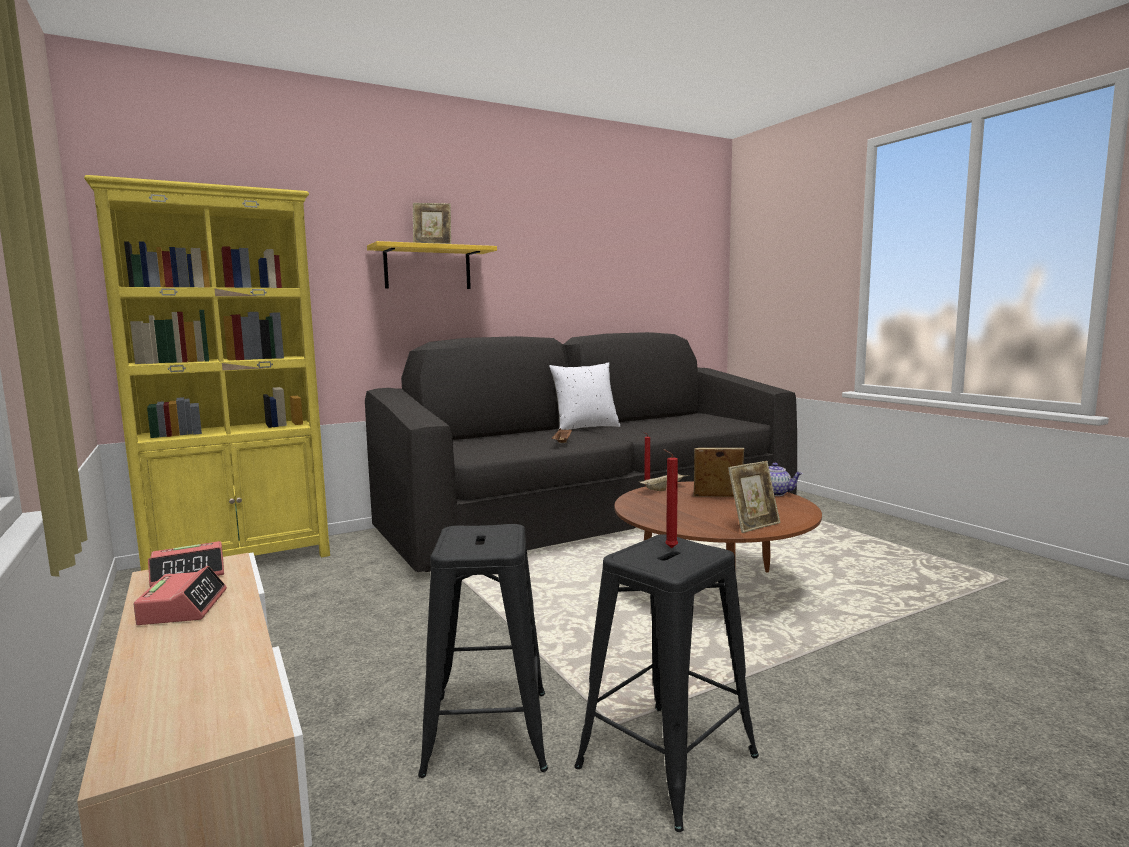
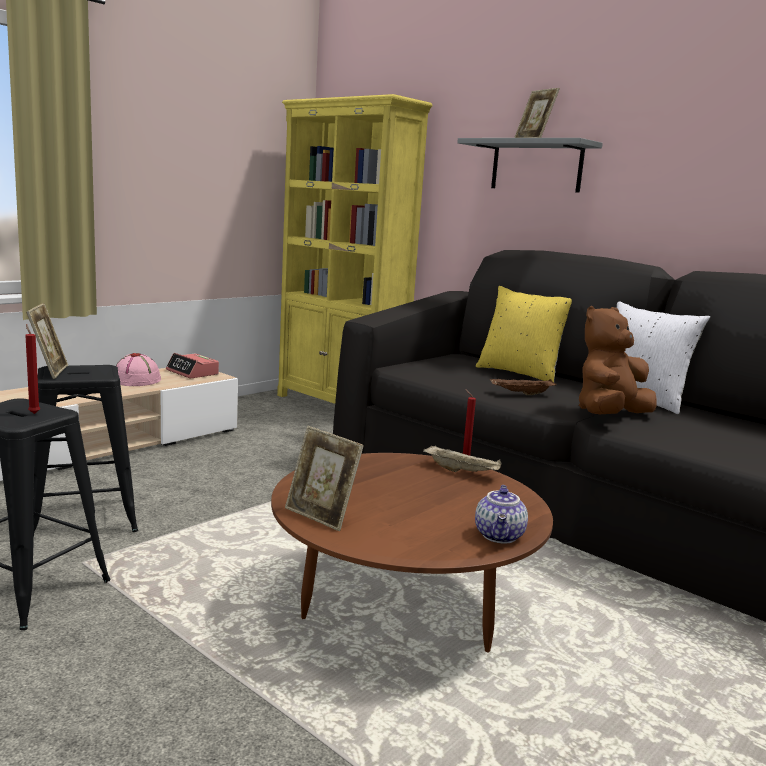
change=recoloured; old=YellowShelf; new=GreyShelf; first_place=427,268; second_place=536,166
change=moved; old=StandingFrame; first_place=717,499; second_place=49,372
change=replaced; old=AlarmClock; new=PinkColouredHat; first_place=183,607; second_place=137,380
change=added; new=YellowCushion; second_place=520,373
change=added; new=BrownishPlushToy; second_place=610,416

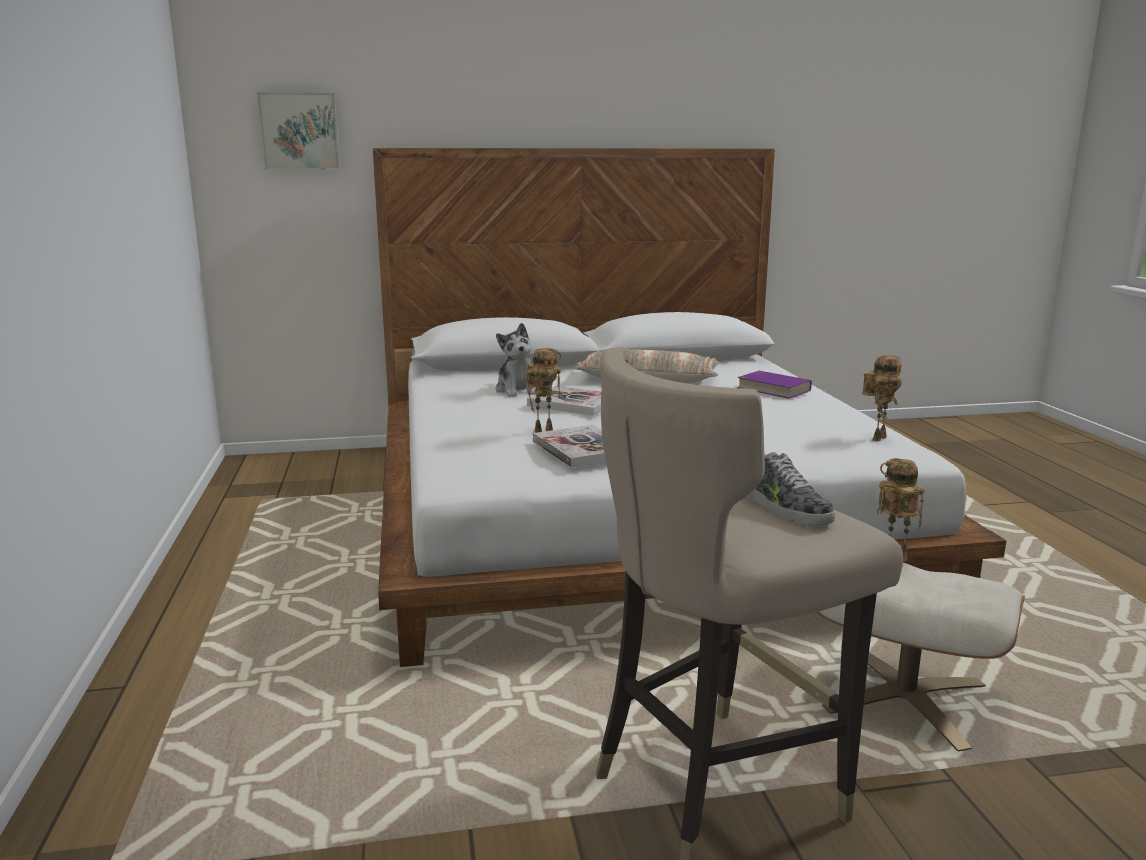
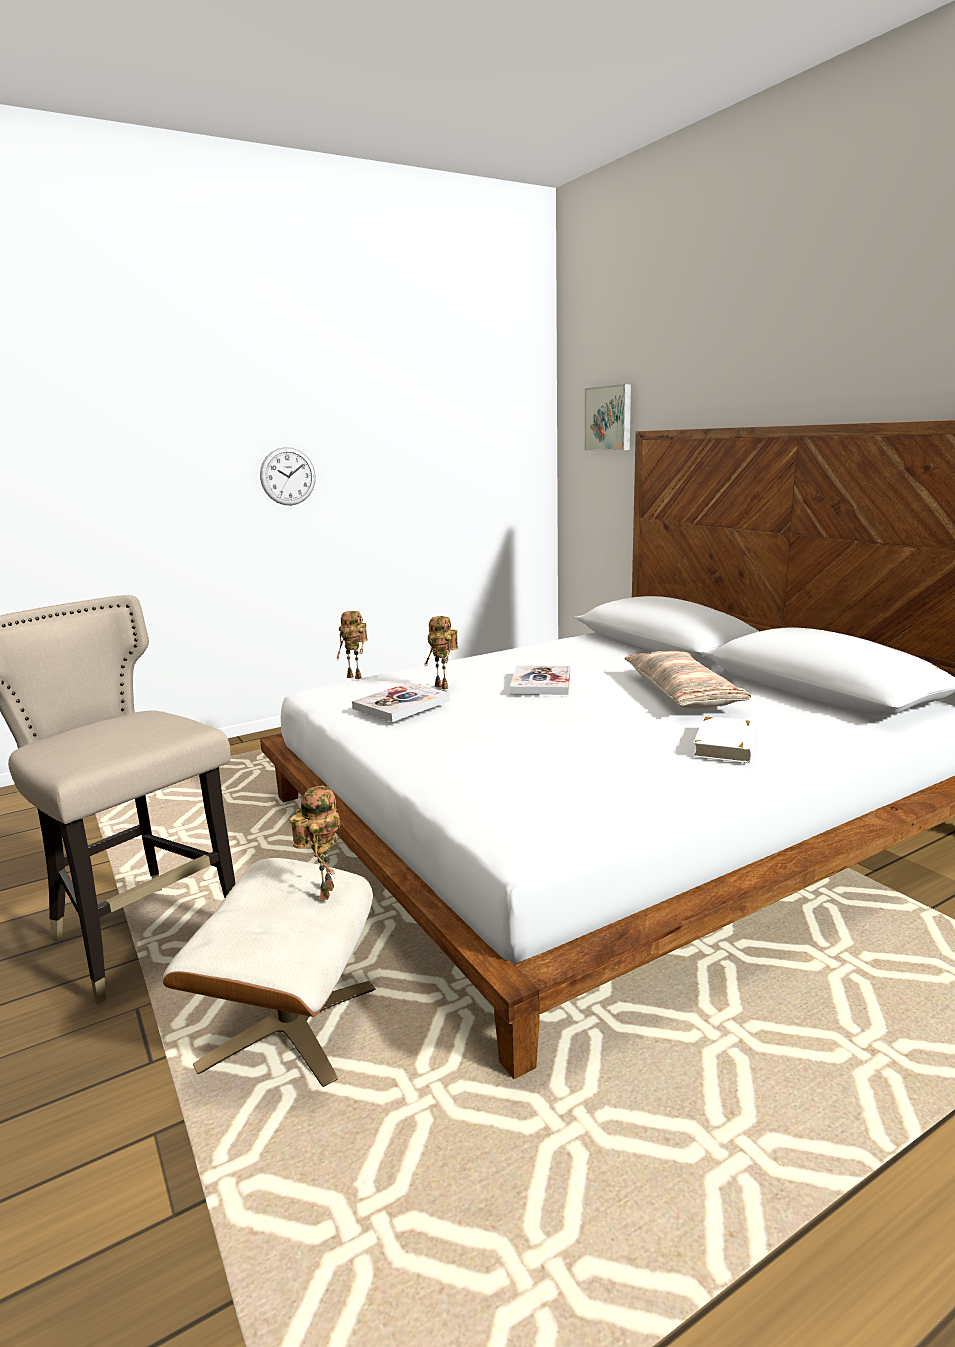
change=removed; old=PlushToy; first_place=517,390
change=moved; old=RobotFigure; first_place=878,438; second_place=356,677
change=recoloured; old=PurpleColouredVolume; new=WhiteVolume; first_place=773,389; second_place=726,745
change=removed; old=ItemOfFootwear; first_place=780,507
change=added; new=WallClock; second_place=288,476

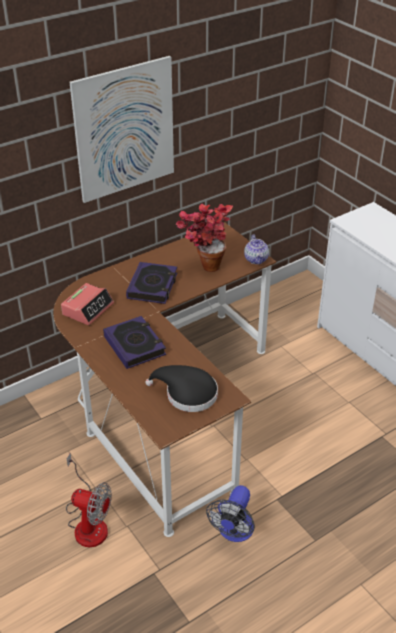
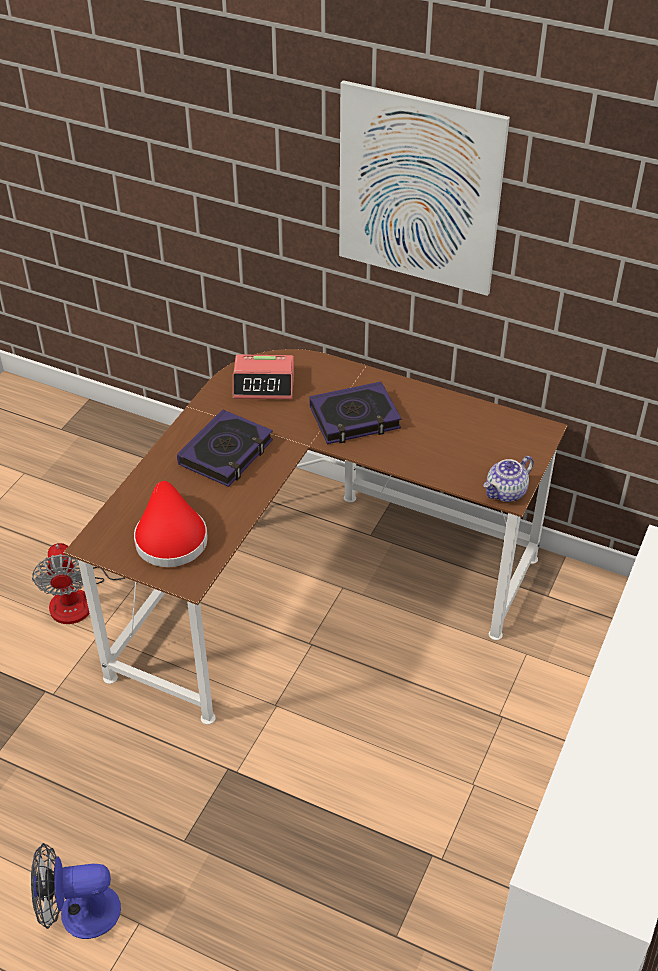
change=removed; old=PottedPlant; first_place=204,265
change=recoloured; old=BlackishHat; new=RedColouredHat; first_place=187,394; second_place=170,536
change=moved; old=CoolingFan; first_place=234,532; second_place=79,913

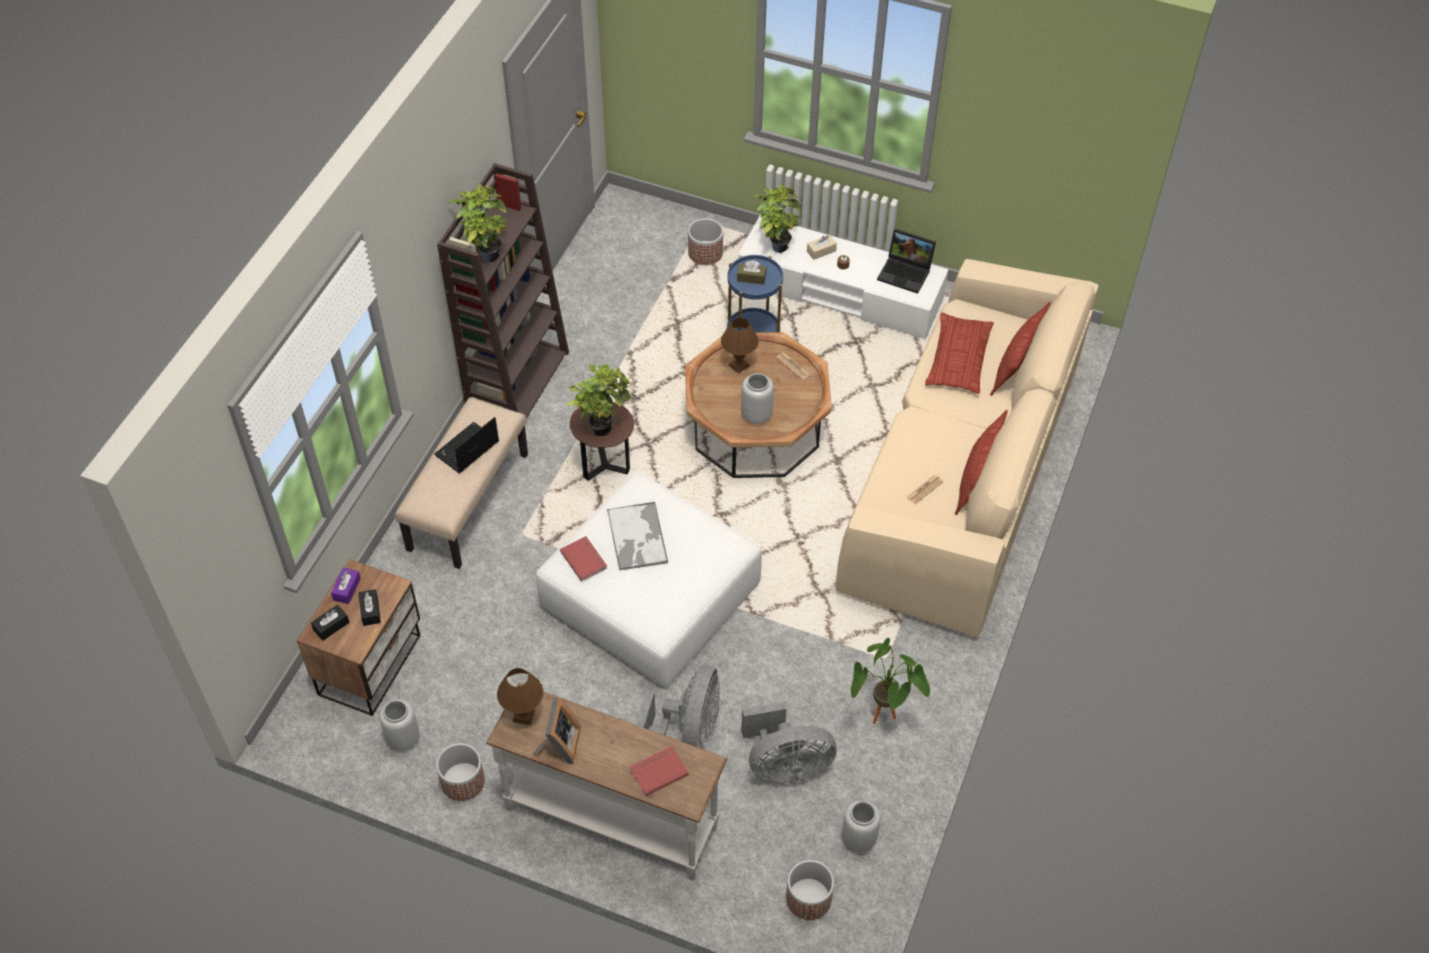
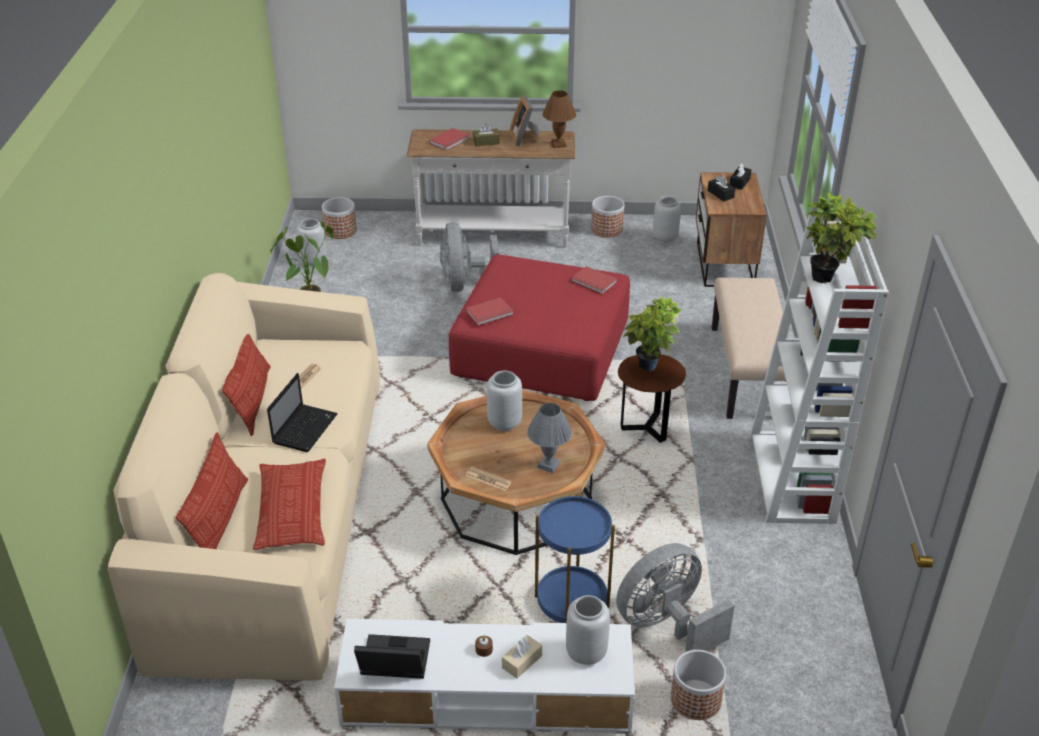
change=recoloured; old=BrownishShelvingUnit; new=WhiteShelvingUnit; first_place=518,382; second_place=792,479
change=replaced; old=PottedPlant; new=GreyVase; first_place=776,245; second_place=587,653
change=moved; old=BrownishBoxOfTissues; first_place=751,277; second_place=486,142
change=recoloured; old=BrownishTabletopLamp; new=GreyTabletopLamp; first_place=738,365; second_place=549,465
change=moved; old=Laptop; first_place=466,450; second_place=305,428
change=recoloured; old=WhitePouffe; new=RedColouredPouffe; first_place=649,595; second_place=542,349
change=removed; old=ServingTray; first_place=637,537
change=removed; old=PurpleColouredBoxOfTissues; first_place=347,589
change=moved; old=GreyCoolingFan; first_place=785,765; second_place=666,624
change=added; new=RedColouredVolume; second_place=490,313

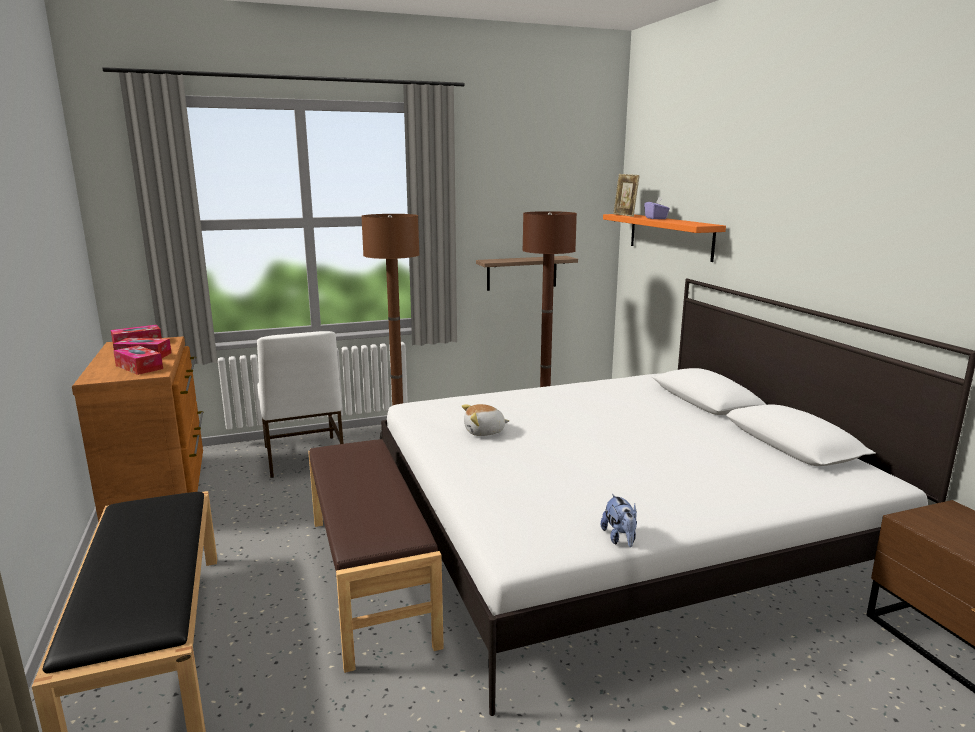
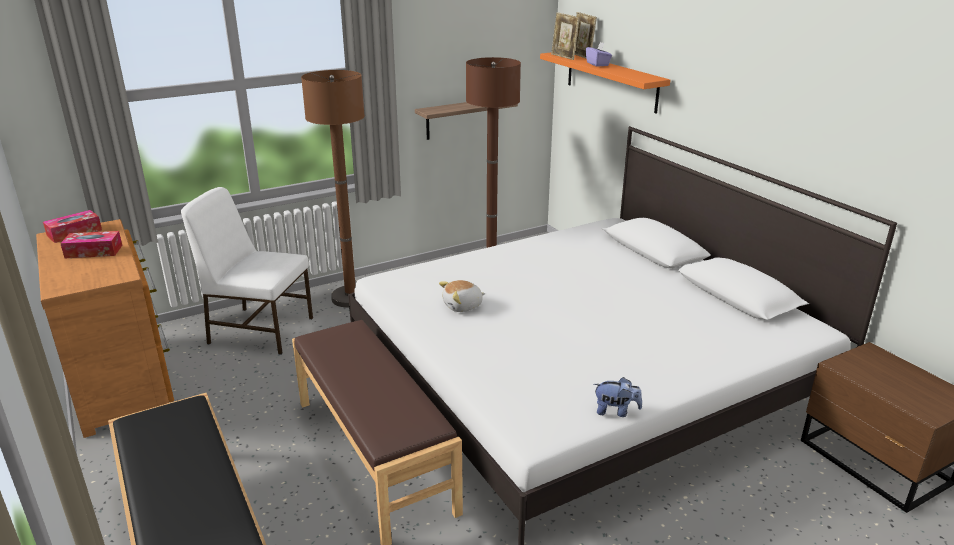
change=turned; old=WhitePlainChair; first_place=303,457; second_place=260,330; degrees=135
change=removed; old=BoxOfTissues; first_place=139,367
change=turned; old=PlushToy; first_place=620,538; second_place=616,411; degrees=-60
change=added; new=StandingFrame; second_place=582,56

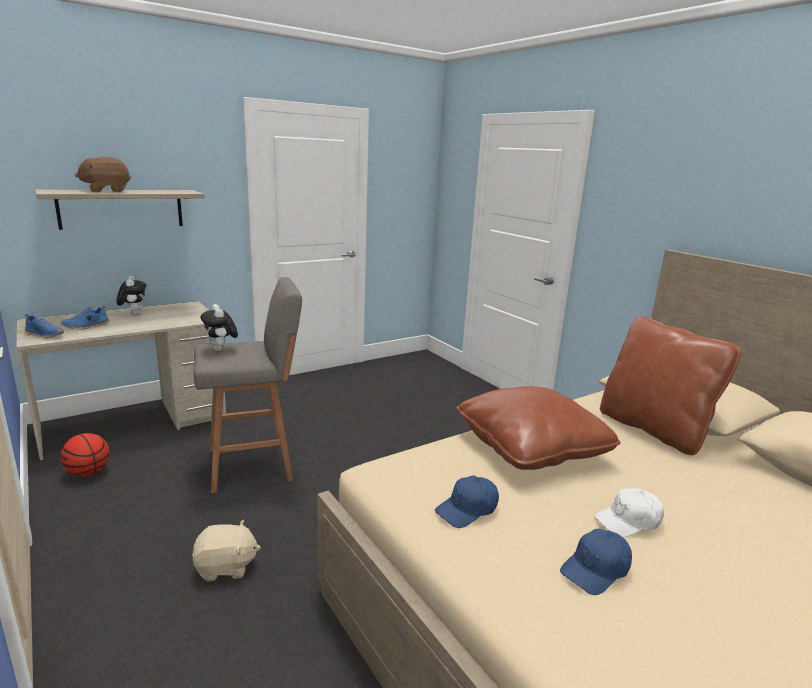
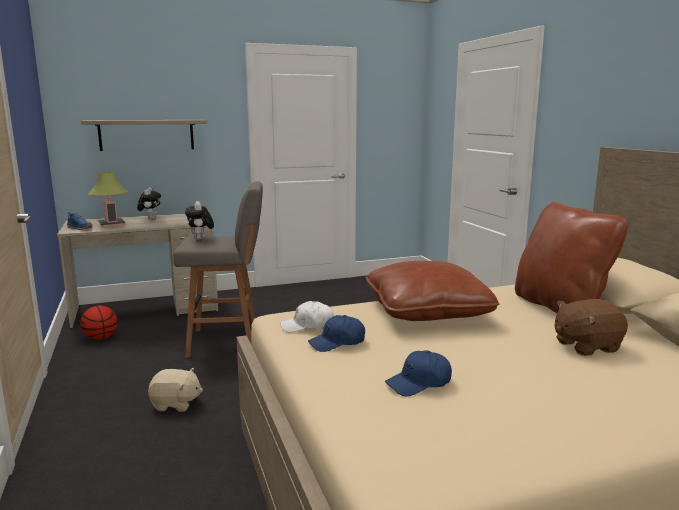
change=moved; old=BrownishPlushToy; first_place=107,191; second_place=586,346
change=replaced; old=BlueItemOfFootwear; new=TabletopLamp; first_place=86,326; second_place=111,224
change=moved; old=WhiteCap; first_place=629,521; second_place=308,326

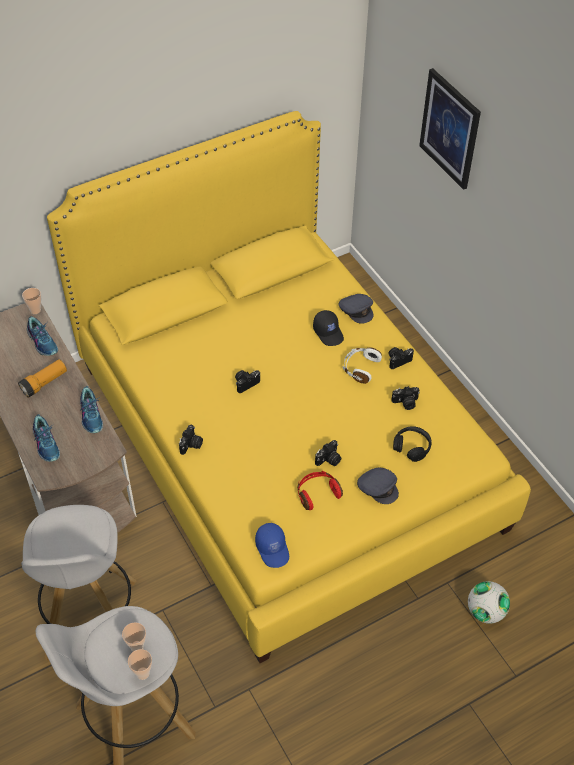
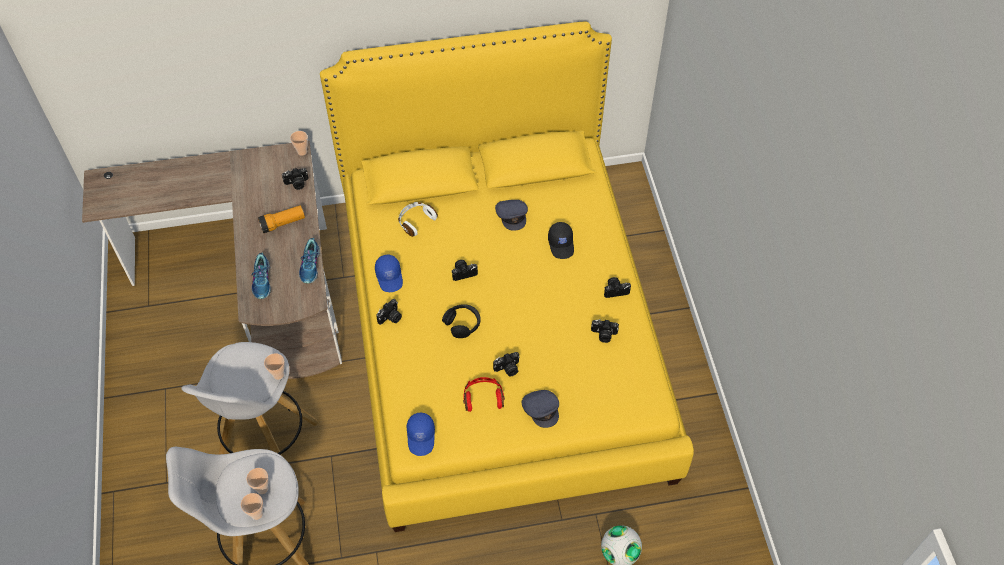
change=removed; old=Picture; first_place=450,129
change=moved; old=GreyCap; first_place=356,310; second_place=512,215
change=replaced; old=ItemOfFootwear; new=StillCamera; first_place=43,342; second_place=297,184
change=moved; old=WhiteHeadset; first_place=360,368; second_place=416,221
change=moved; old=BlackishHeadset; first_place=412,447; second_place=462,323
change=added; new=BlueCap; second_place=390,277
change=added; new=SmallCup; second_place=278,374

